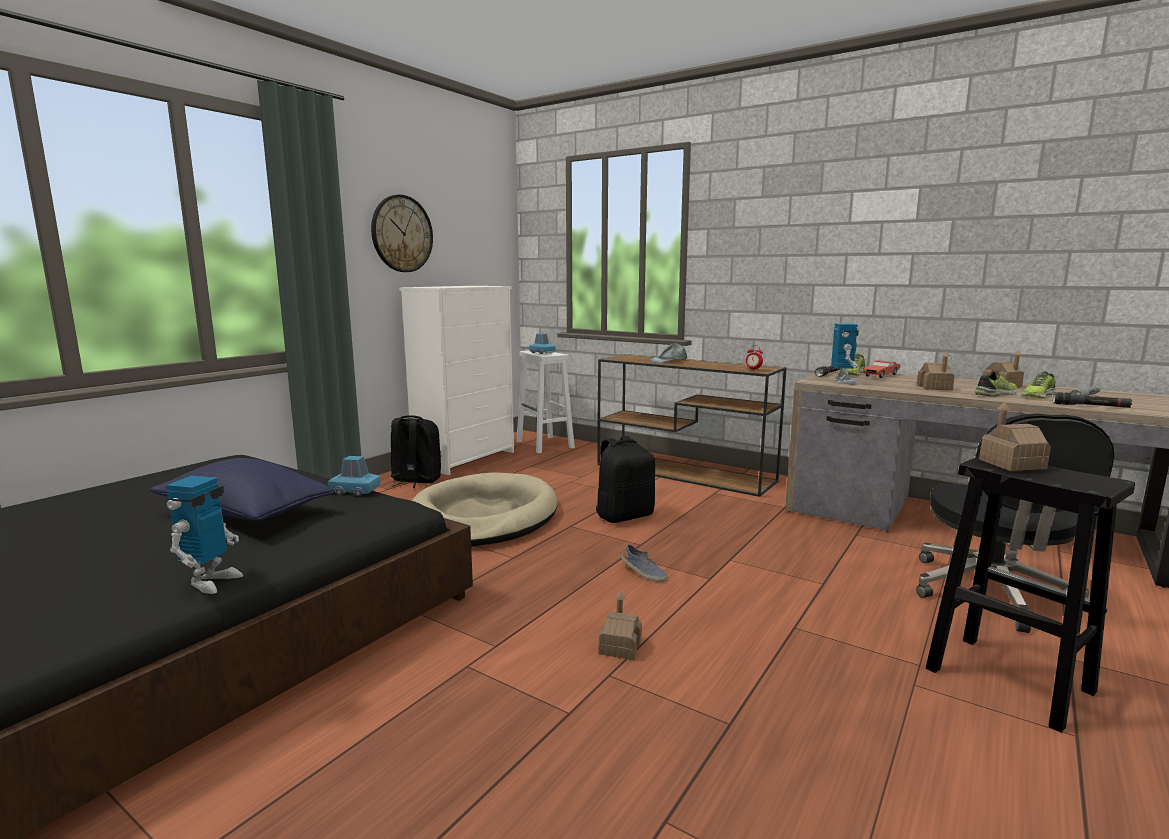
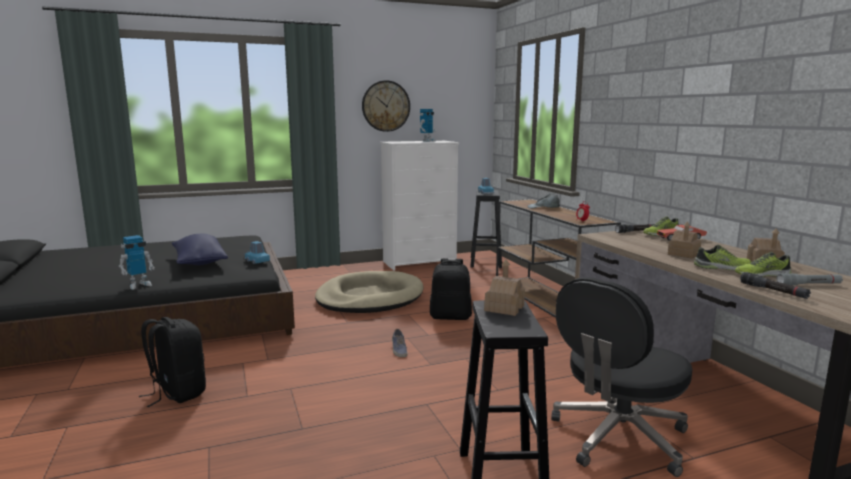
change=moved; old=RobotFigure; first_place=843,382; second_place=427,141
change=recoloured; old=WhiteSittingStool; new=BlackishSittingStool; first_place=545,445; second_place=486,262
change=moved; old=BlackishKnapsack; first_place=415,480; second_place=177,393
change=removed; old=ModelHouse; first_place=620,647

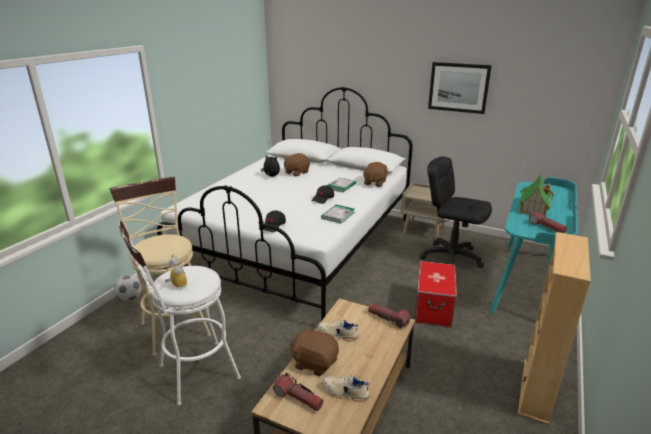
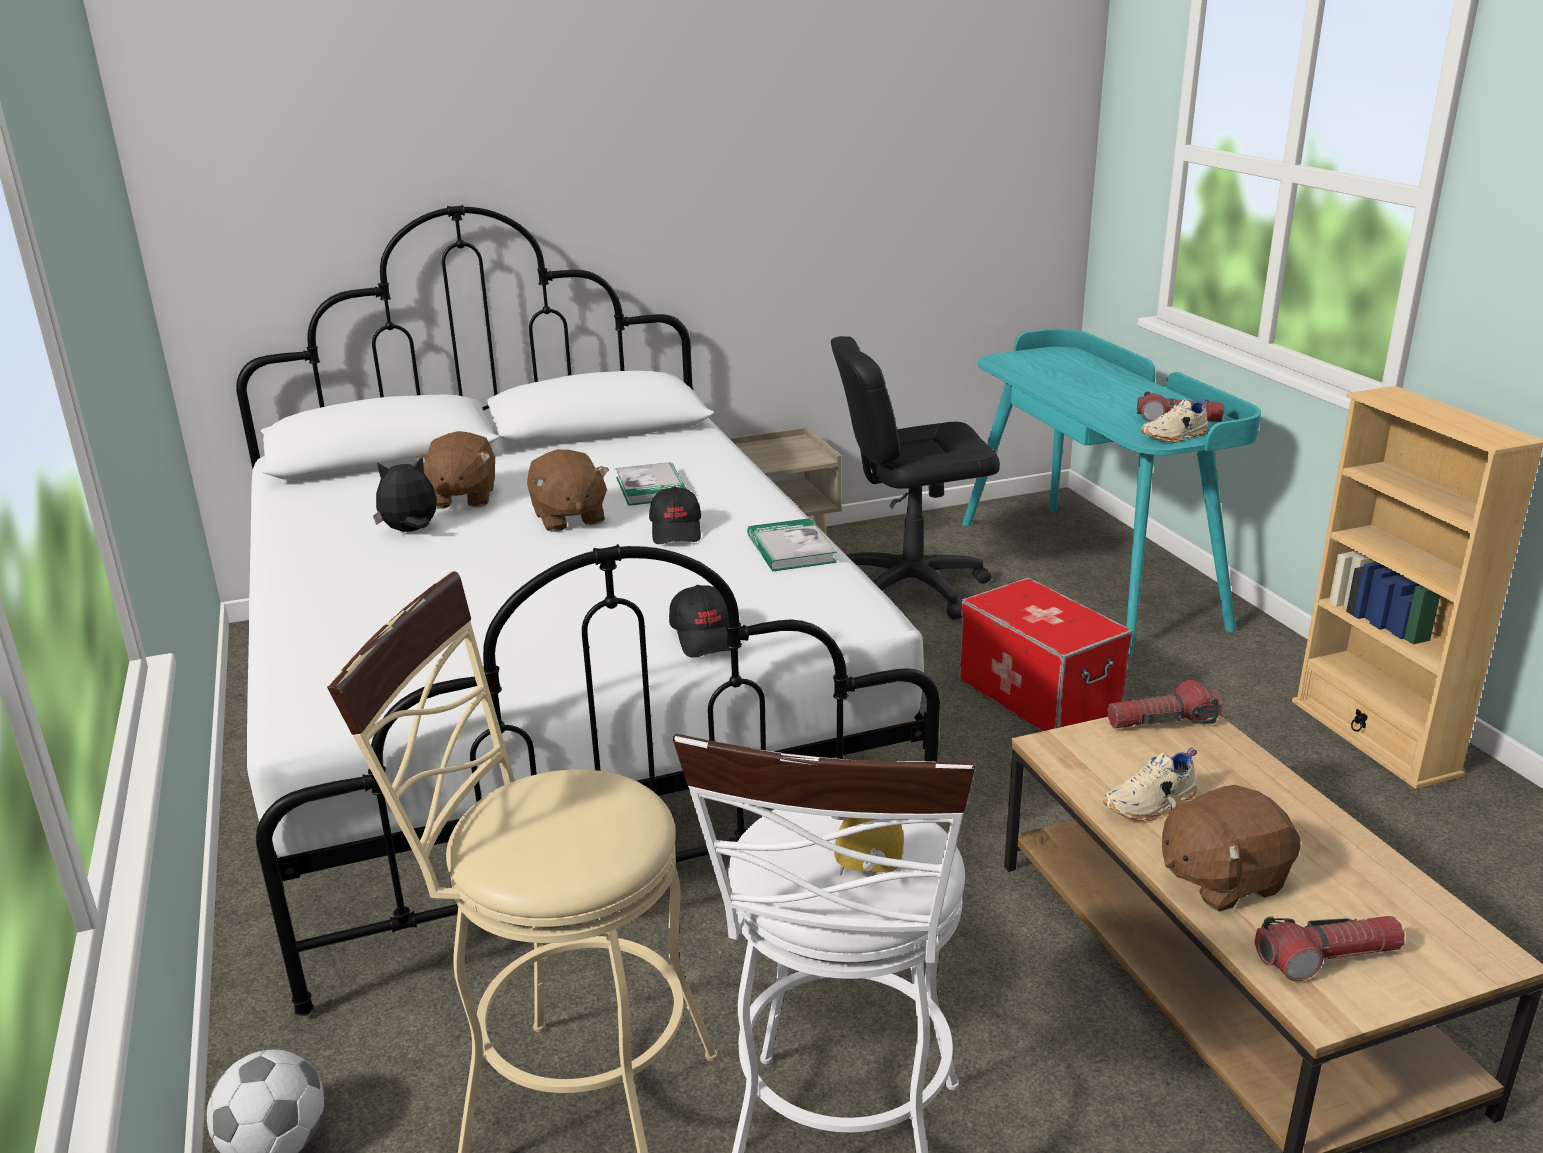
change=removed; old=Picture; first_place=458,87
change=moved; old=BrownishPlushToy; first_place=374,183; second_place=568,518
change=removed; old=ModelHouse; first_place=533,208
change=moved; old=BeigeItemOfFootwear; first_place=345,393; second_place=1175,437

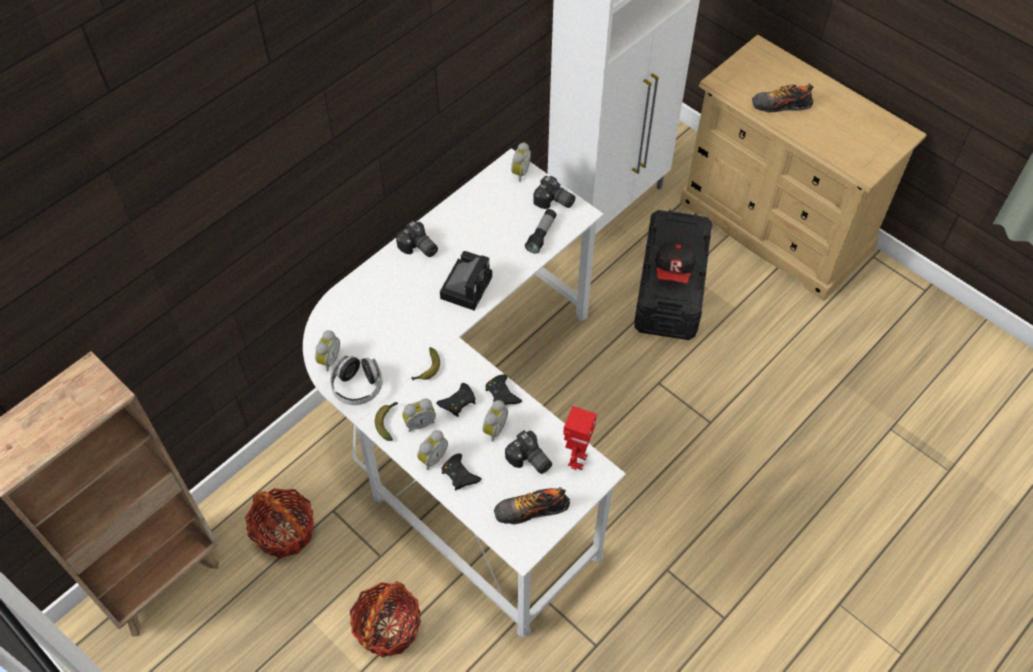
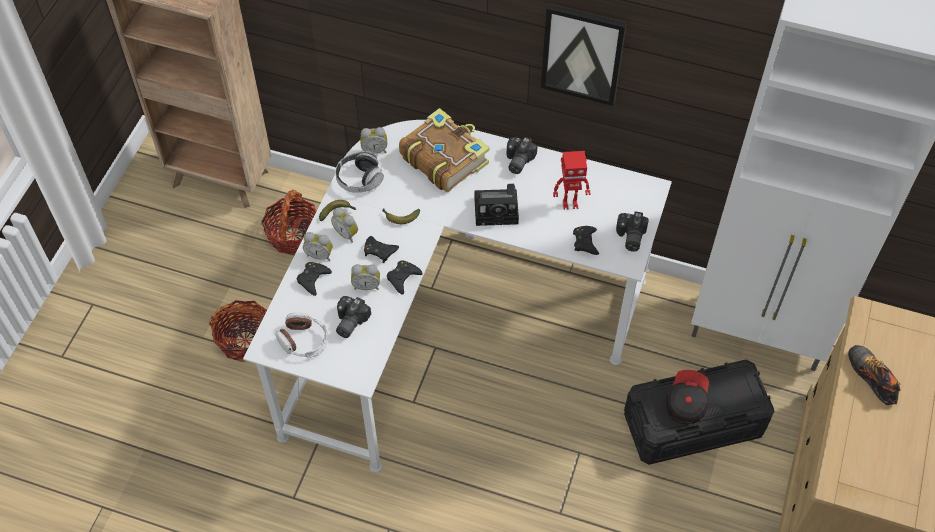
change=removed; old=AlarmClock; first_place=519,172
change=replaced; old=Flashlight; new=BlackishJoypad; first_place=541,235; second_place=585,242
change=turned; old=Cap; first_place=674,270; second_place=686,401; degrees=120
change=moved; old=RobotFigure; first_place=576,460; second_place=570,203
change=replaced; old=ItemOfFootwear; new=Headset; first_place=531,510; second_place=304,341
change=added; new=Picture; second_place=582,53
change=added; new=Volume; second_place=444,158

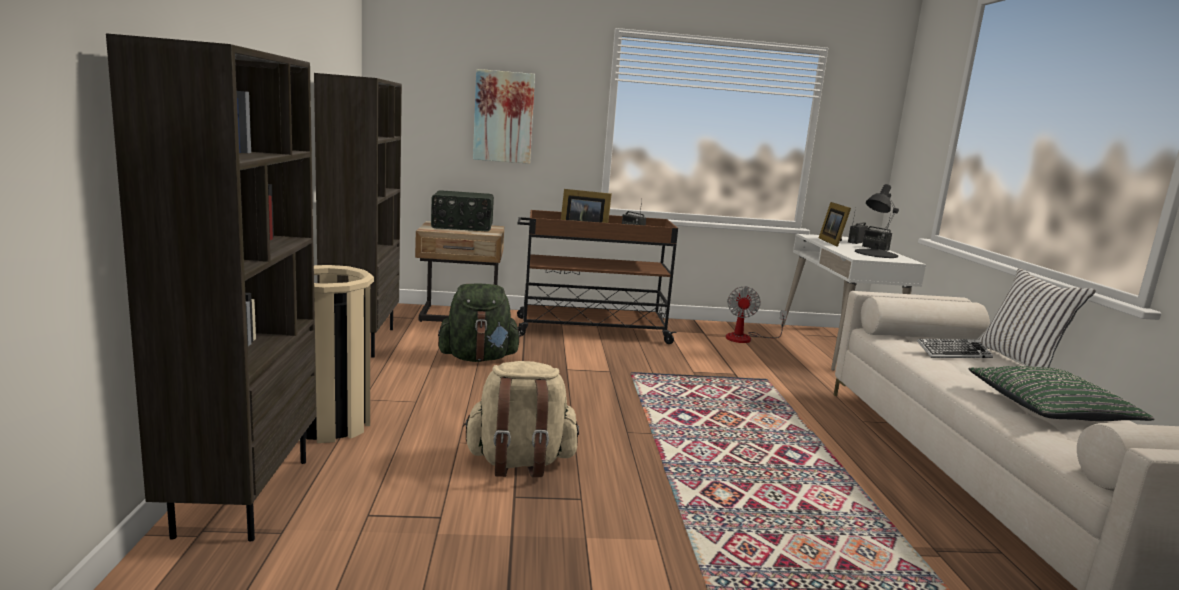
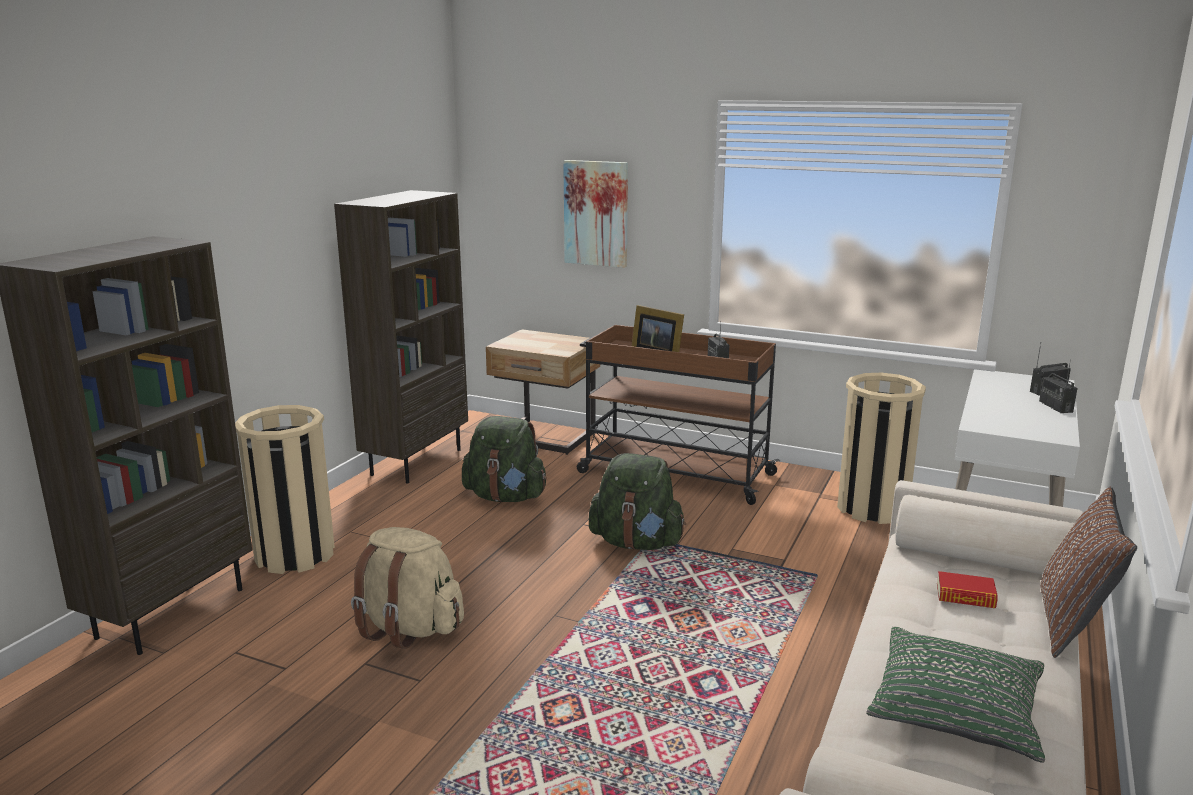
change=removed; old=BlackishTabletopLamp; first_place=875,253
change=removed; old=RadioReceiver; first_place=462,227
change=removed; old=StandingFrame; first_place=833,242
change=recoloured; old=WhiteCushion; new=BrownishCushion; first_place=1020,360; second_place=1072,623
change=replaced; old=CoolingFan; new=BeigeTrashCan; first_place=745,338; second_place=872,508
change=replaced; old=Keyboard; new=Volume; first_place=953,353; second_place=965,596
change=added; new=GreenishKnapsack; second_place=637,543

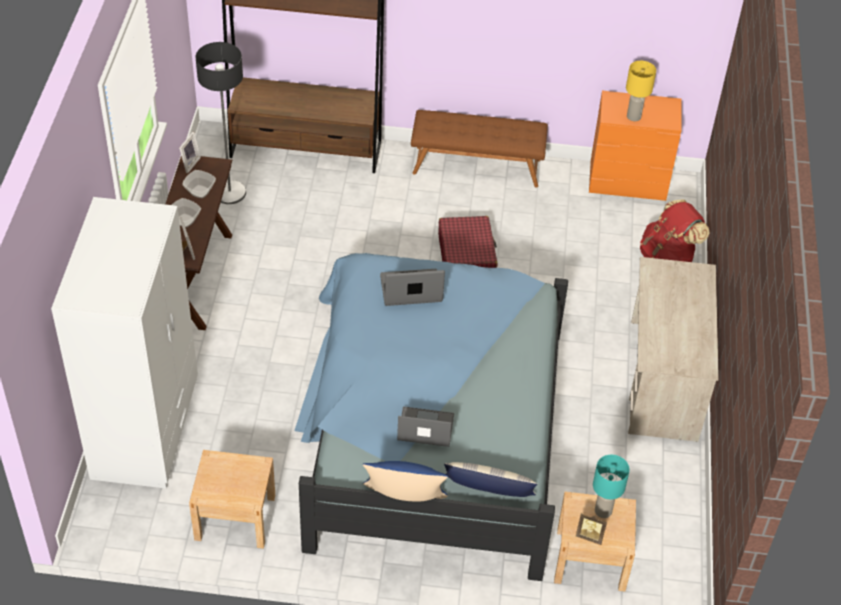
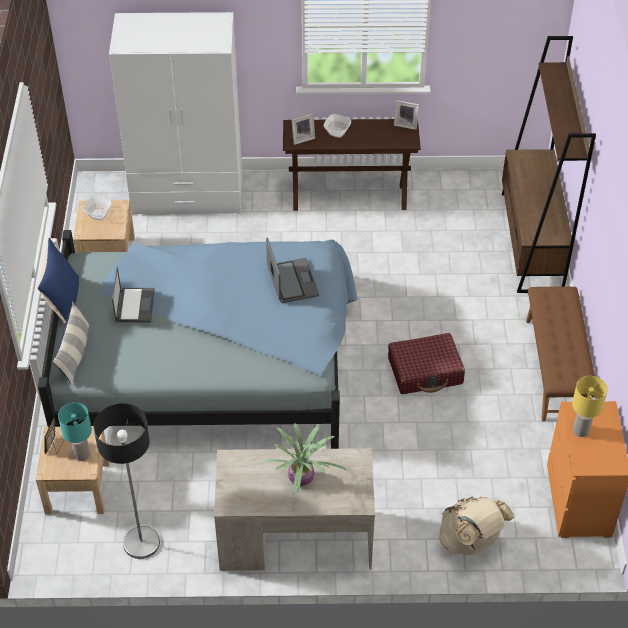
change=moved; old=FloorLamp; first_place=229,193; second_place=141,542
change=moved; old=ServingBowl; first_place=200,191; second_place=99,214
change=recoloured; old=RedColouredKnapsack; new=BeigeKnapsack; first_place=667,257; second_place=470,541
change=added; new=PottedPlant; second_place=302,480

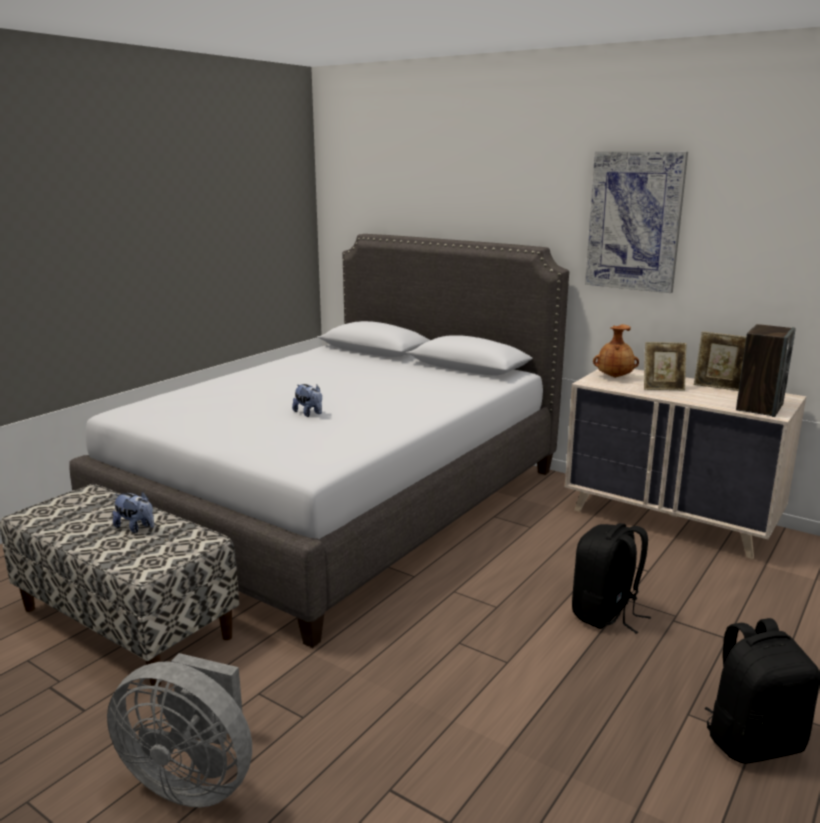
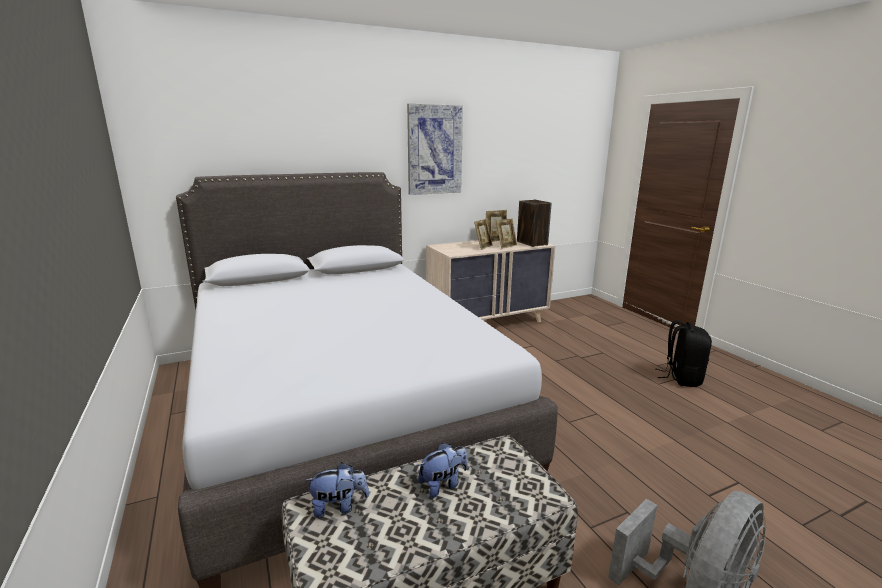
change=removed; old=BrownishVase; first_place=614,377
change=moved; old=PlushToy; first_place=309,414; second_place=339,506
change=removed; old=BlackishKnapsack; first_place=606,614
change=added; new=StandingFrame; second_place=506,246

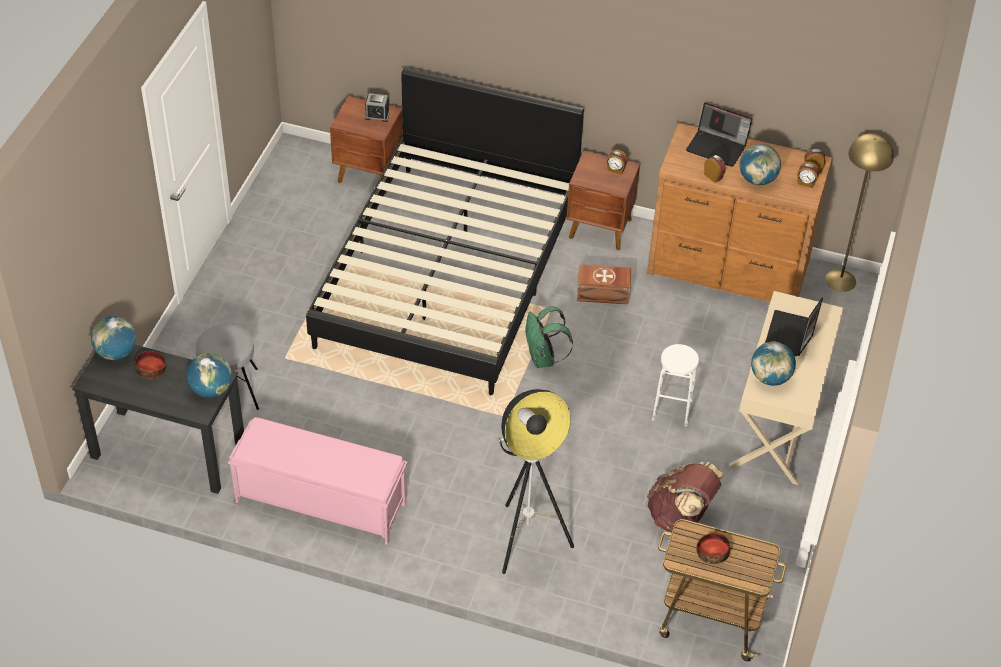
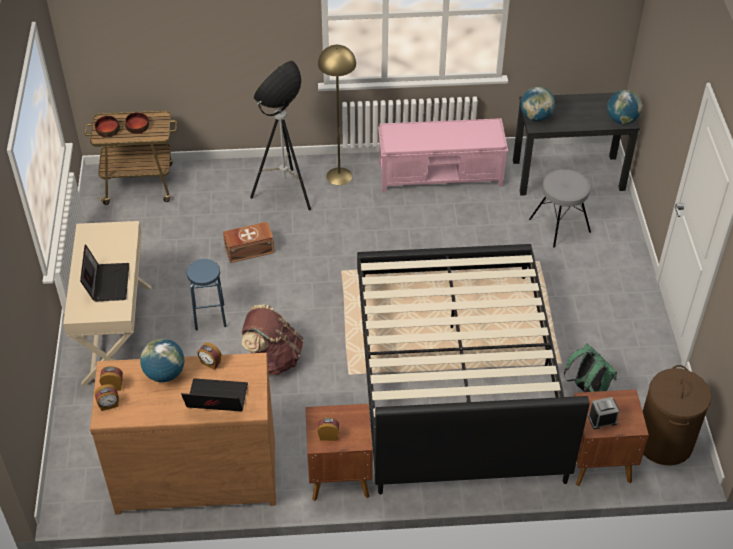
change=moved; old=YellowFloorLamp; first_place=840,280; second_place=339,176
change=moved; old=BrownishStorageContainer; first_place=603,294; second_place=248,249
change=moved; old=GreenishKnapsack; first_place=543,358; second_place=587,390
change=removed; old=DeskGlobe; first_place=770,378
change=recoloured; old=WhiteSittingStool; new=BlueSittingStool; first_place=672,410; second_place=210,317
change=moved; old=ServingBowl; first_place=151,369; second_place=108,131
change=moved; old=BrownishKnapsack; first_place=680,515; second_place=273,358
change=added; new=BrownishLaundryBasket; second_place=664,442

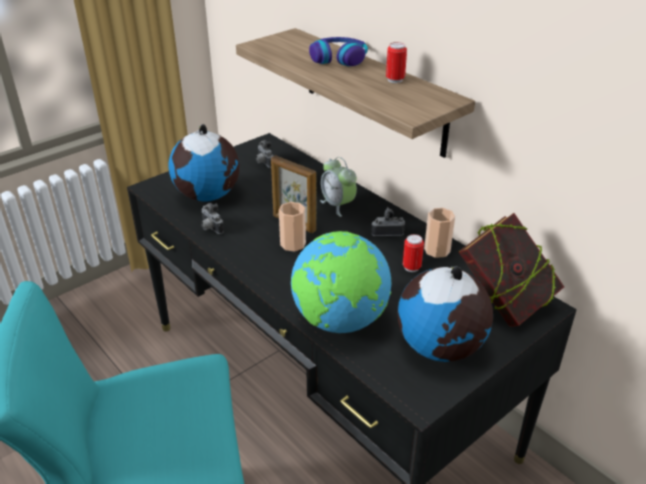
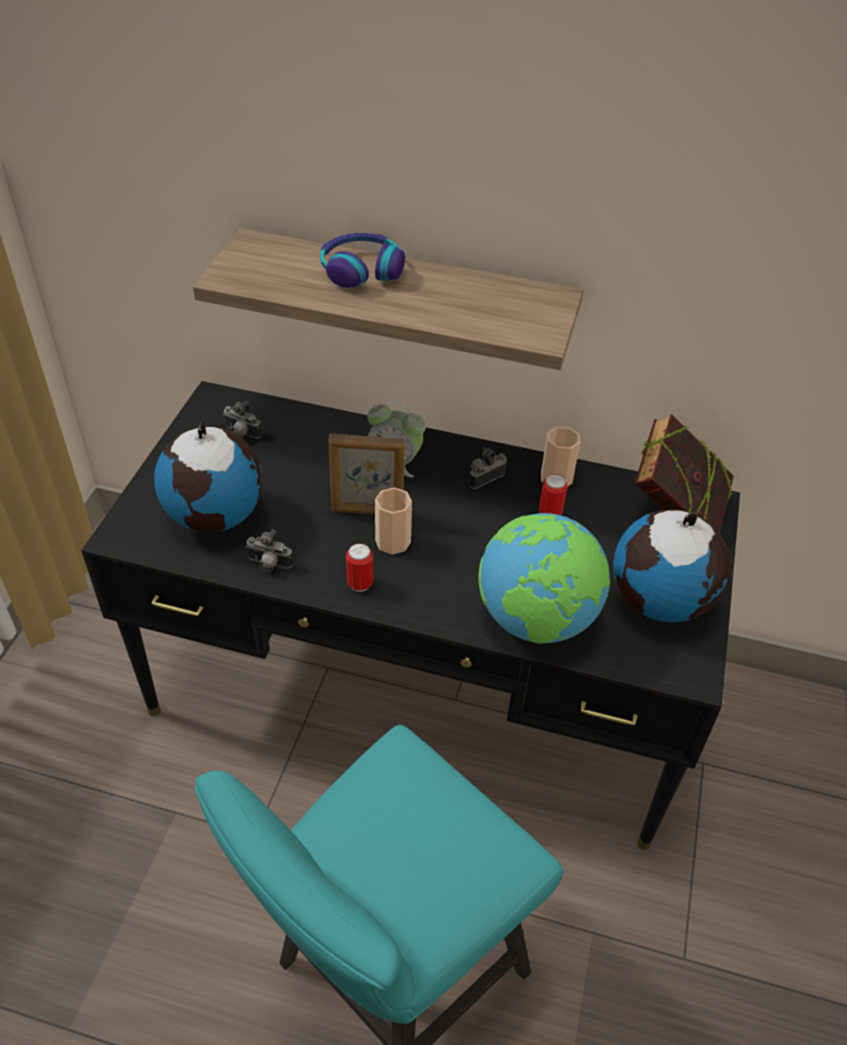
change=moved; old=MetalCan; first_place=395,80; second_place=360,584

